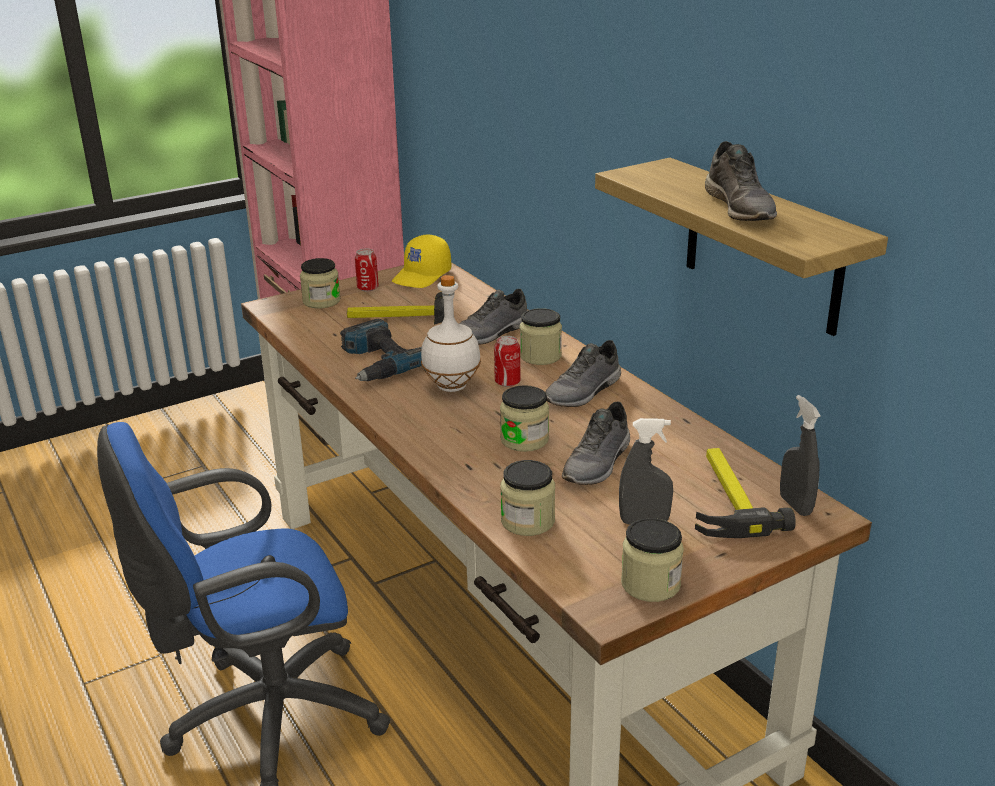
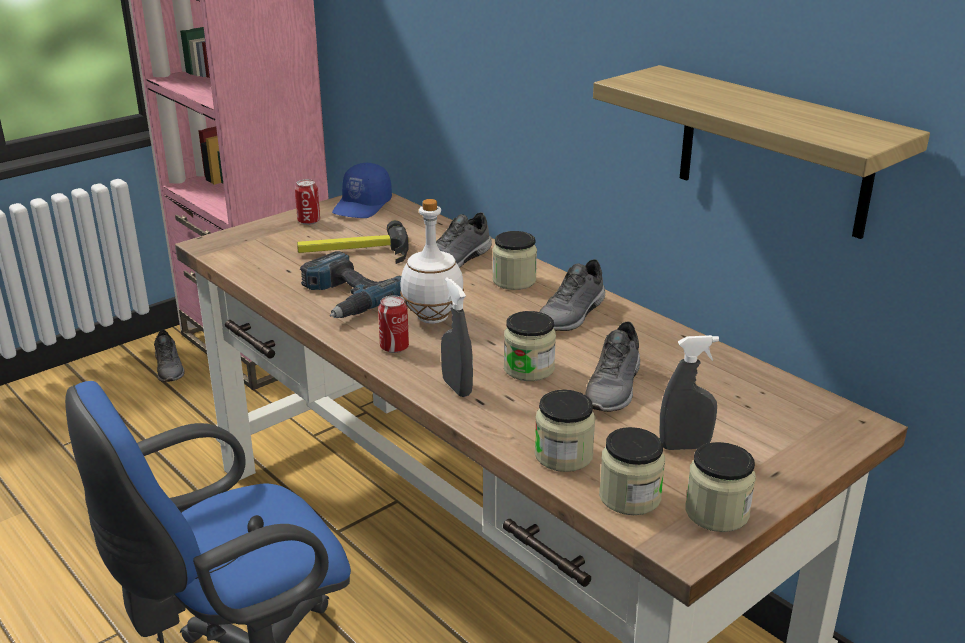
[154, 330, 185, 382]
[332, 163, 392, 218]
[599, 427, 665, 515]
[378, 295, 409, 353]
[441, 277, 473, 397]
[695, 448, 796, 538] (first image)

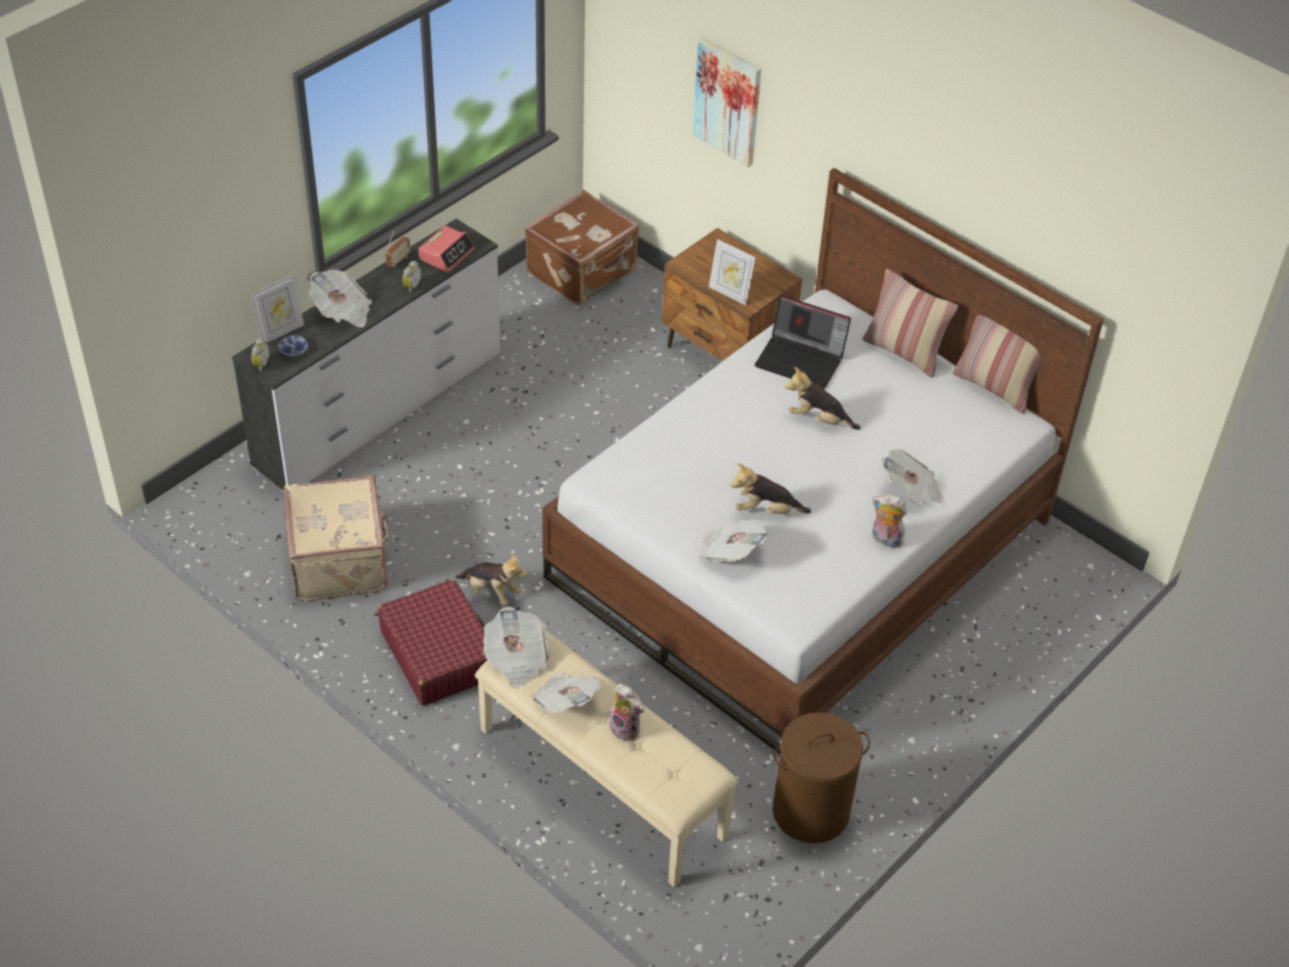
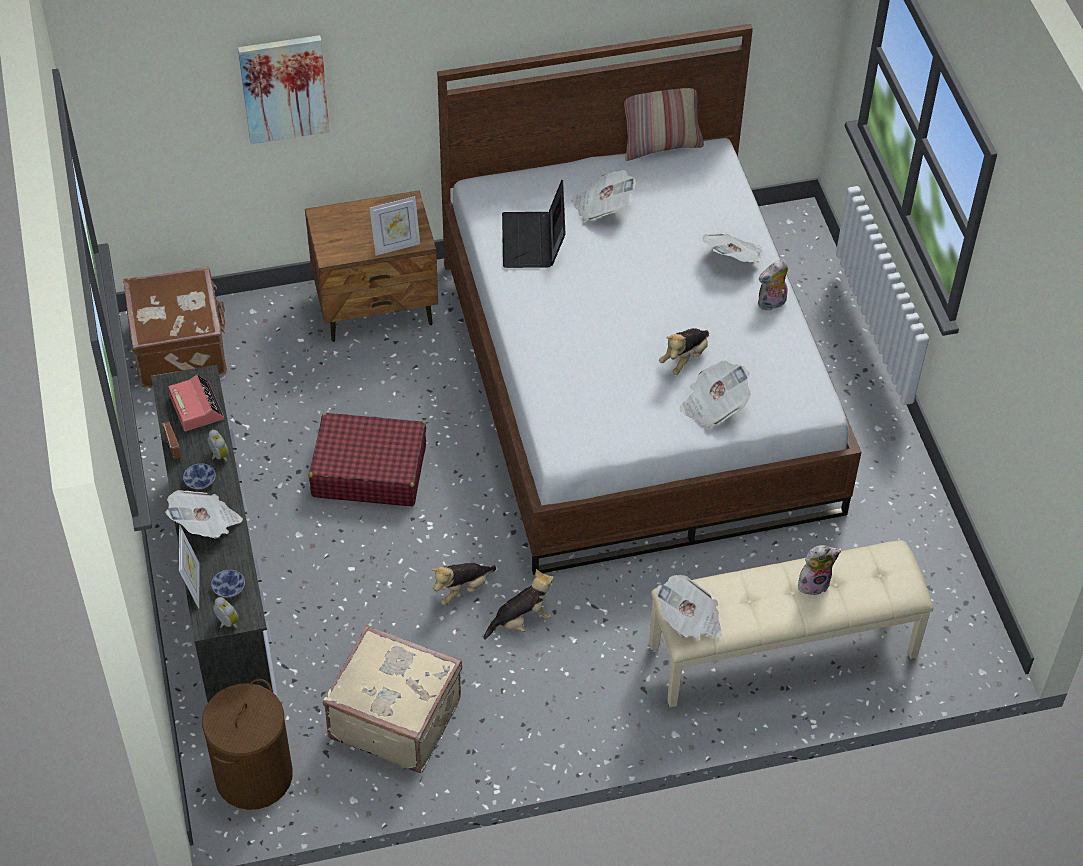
[862, 269, 958, 377] (first image)
[502, 180, 565, 268]
[432, 563, 496, 605]
[309, 413, 426, 506]
[572, 170, 636, 221]
[202, 679, 293, 810]
[183, 463, 216, 489]

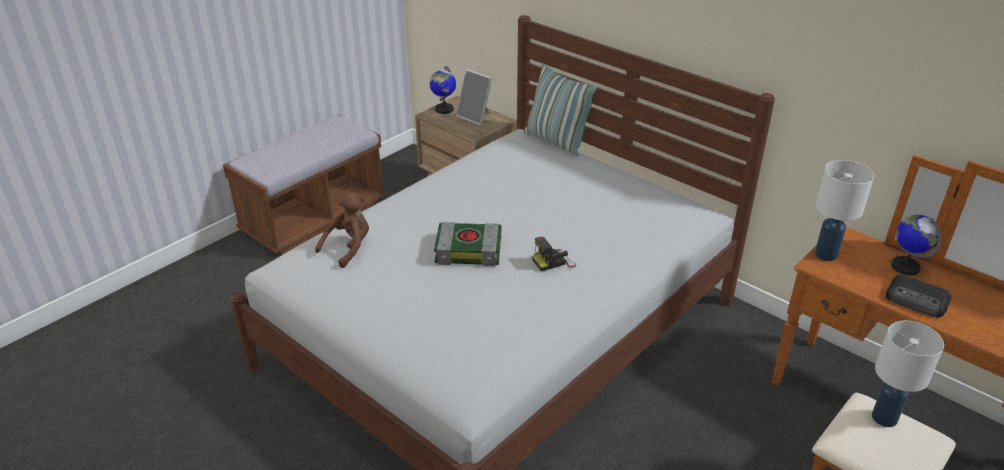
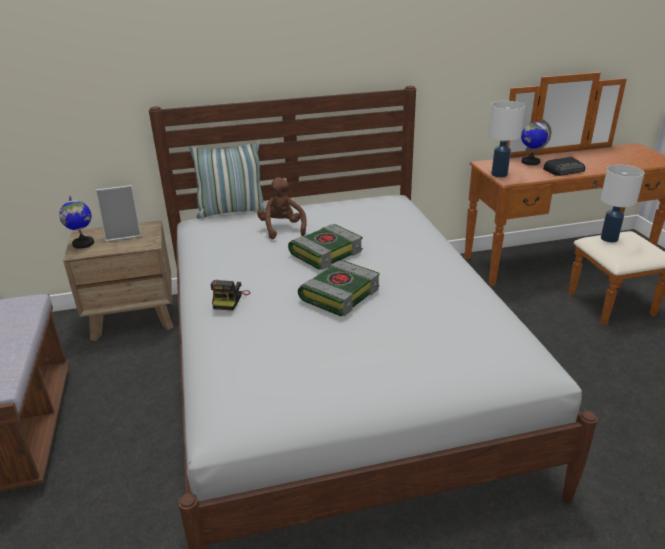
[257, 177, 307, 239]
[211, 280, 251, 311]
[288, 224, 362, 270]

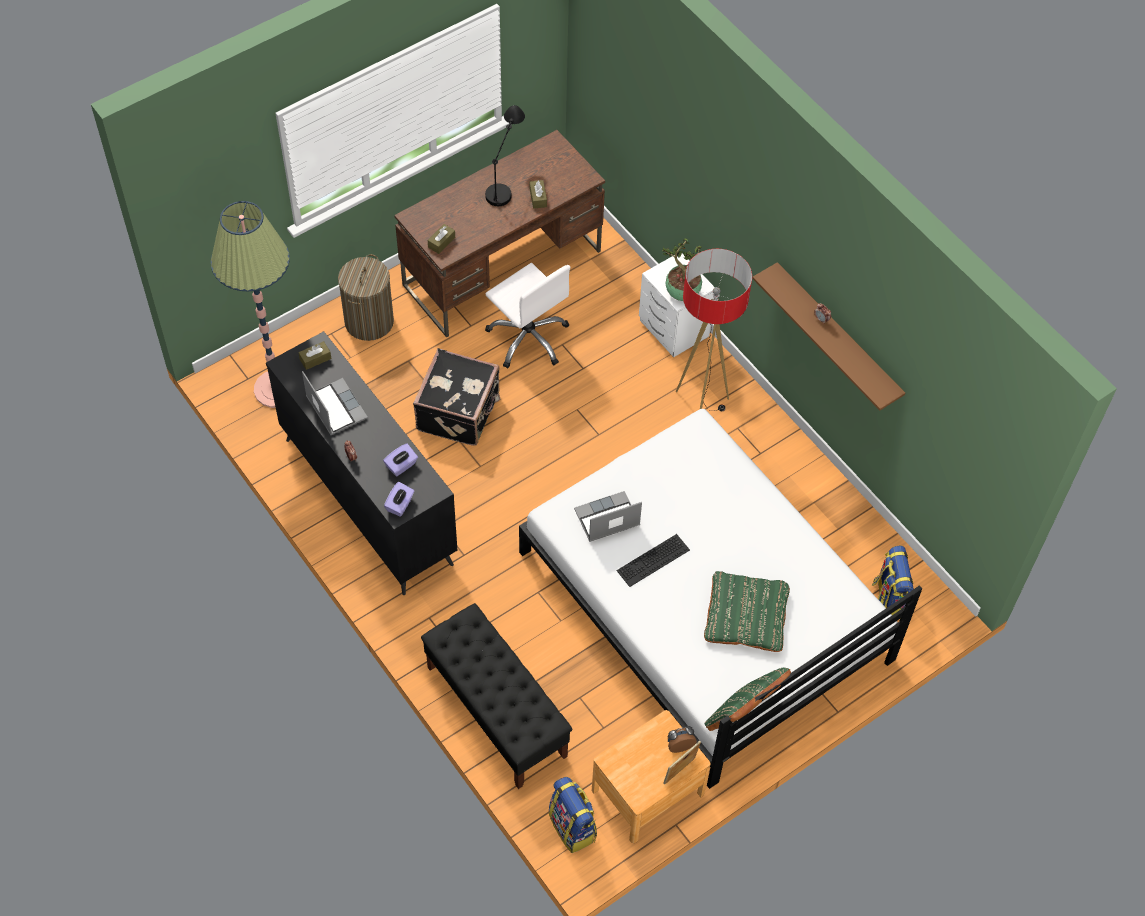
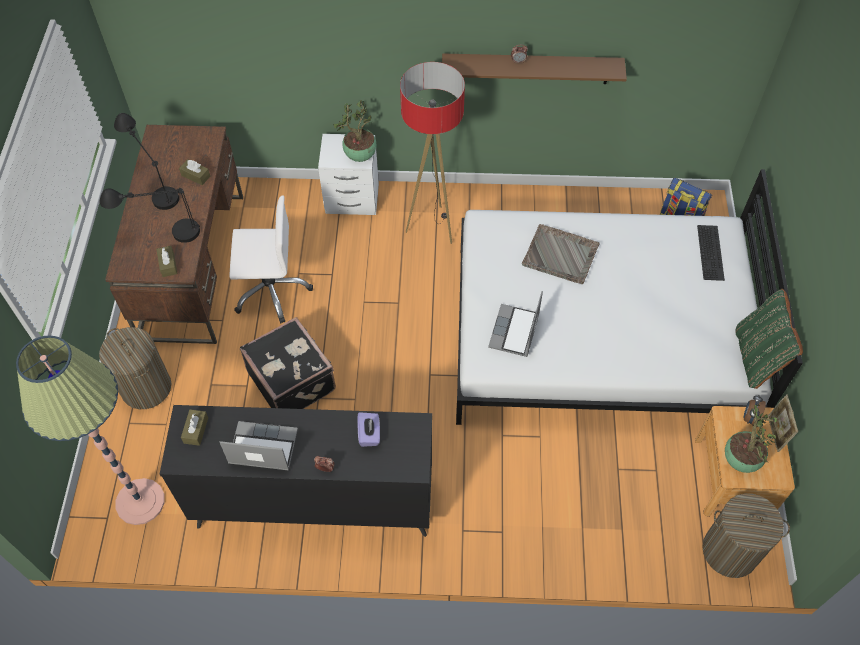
[384, 482, 414, 516] (first image)
[697, 225, 725, 281]
[704, 571, 790, 652] (first image)
[421, 603, 572, 789] (first image)
[702, 494, 790, 578]
[99, 188, 200, 243]
[522, 224, 599, 284]
[725, 404, 777, 473]

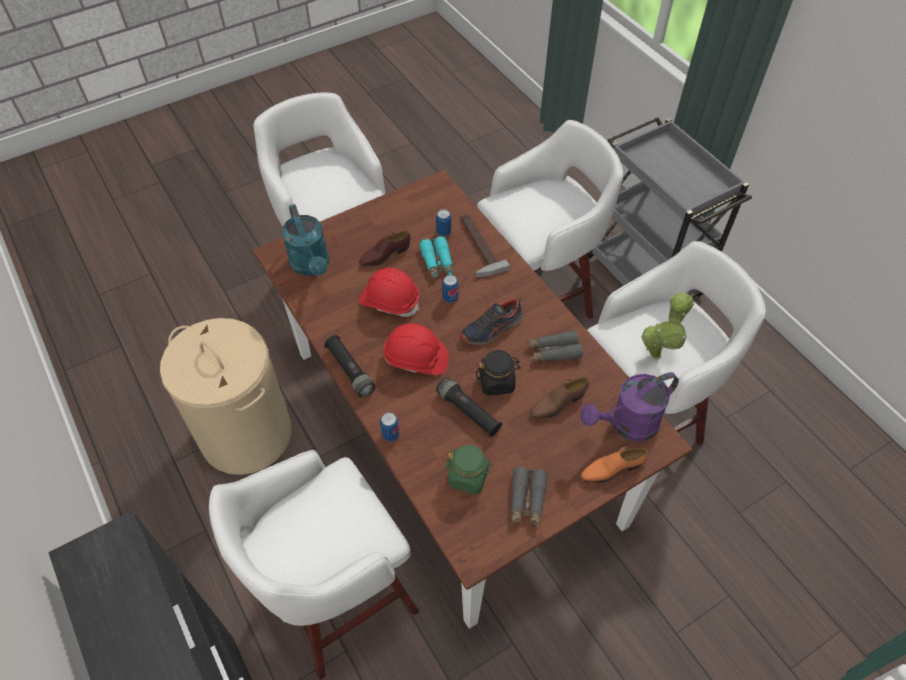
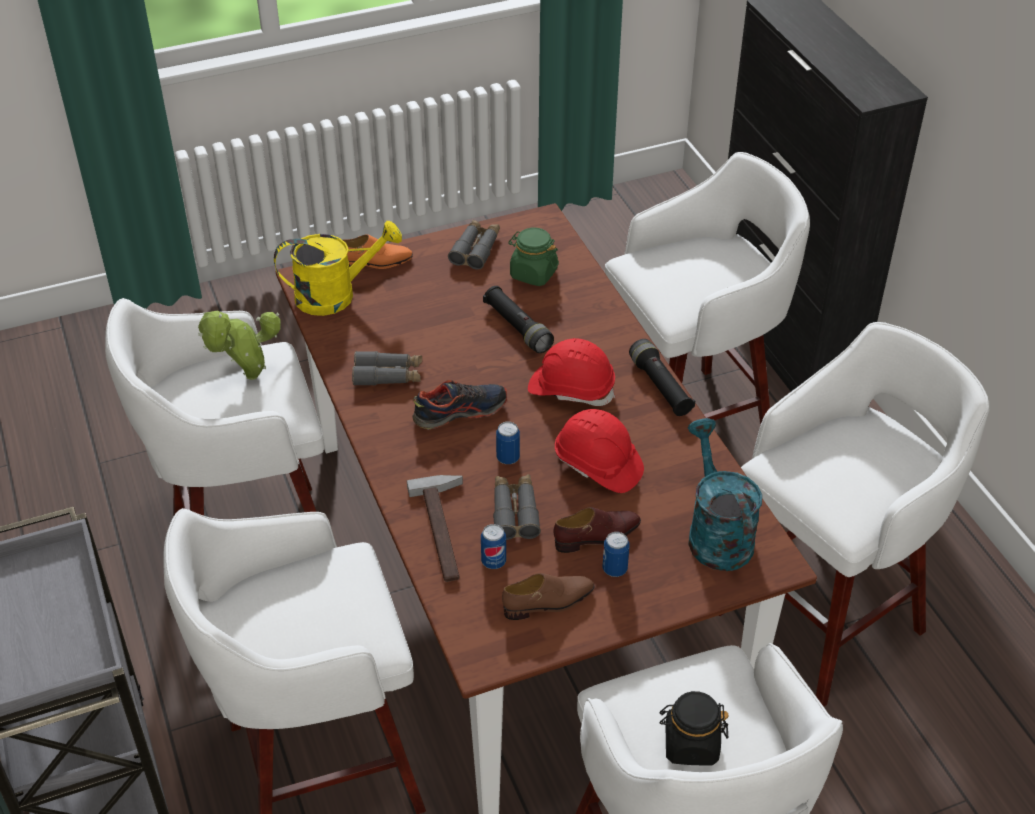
[493, 474, 541, 540]
[719, 322, 989, 707]
[659, 691, 729, 765]
[274, 221, 402, 316]
[502, 573, 595, 620]
[602, 532, 630, 577]

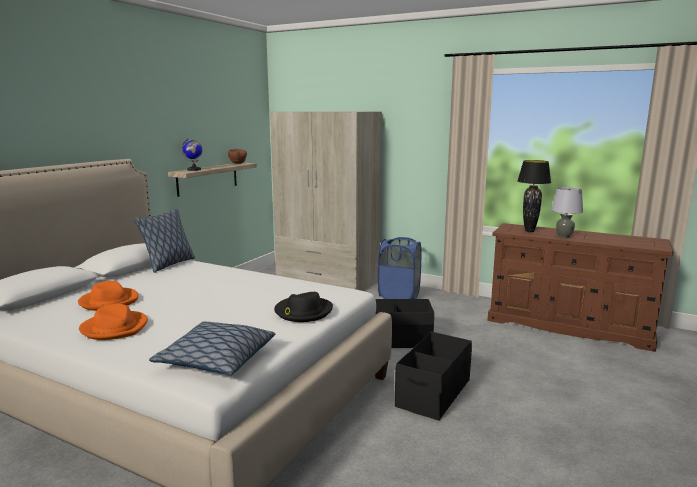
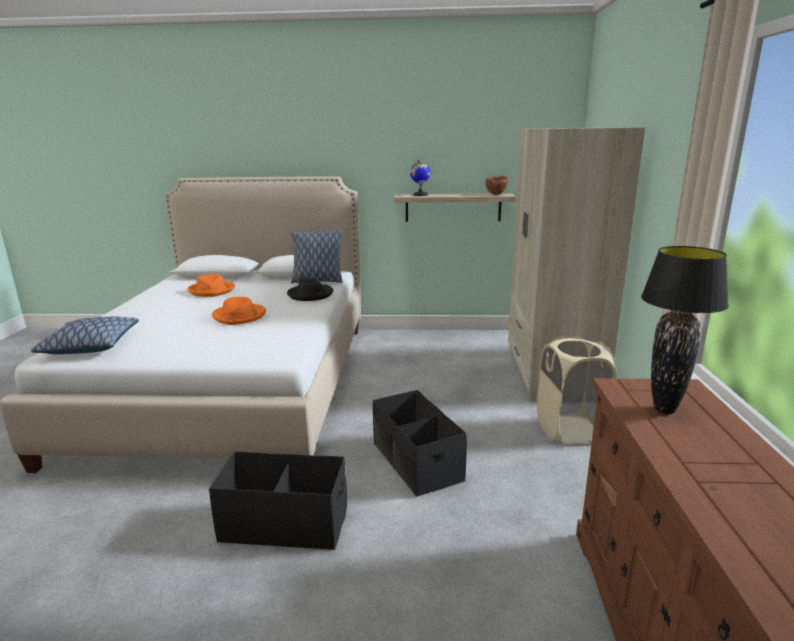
[551, 187, 583, 238] (first image)
[537, 336, 617, 446]
[287, 279, 333, 301]
[212, 297, 266, 325]

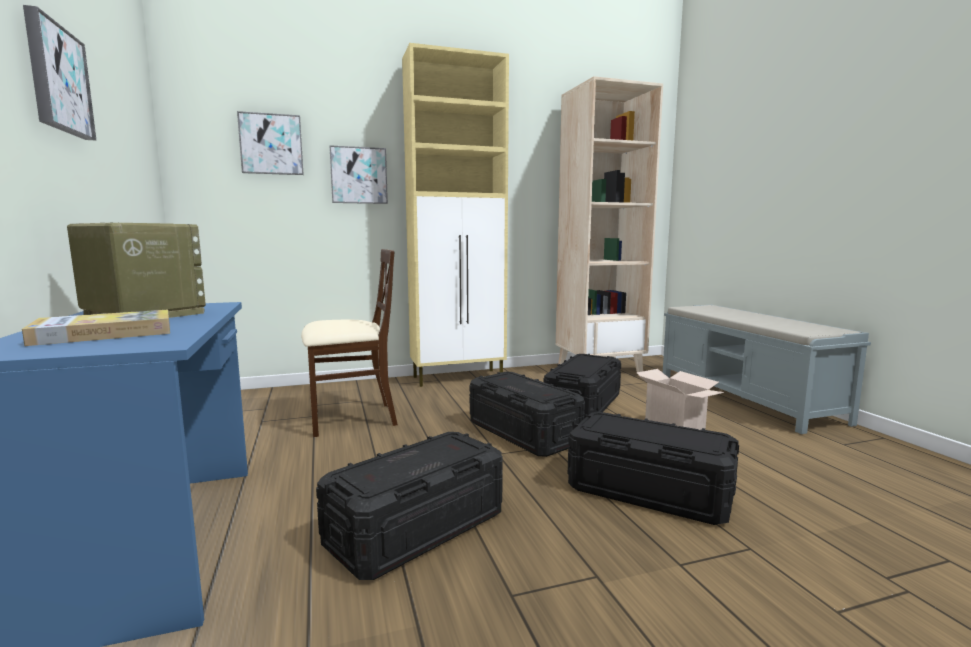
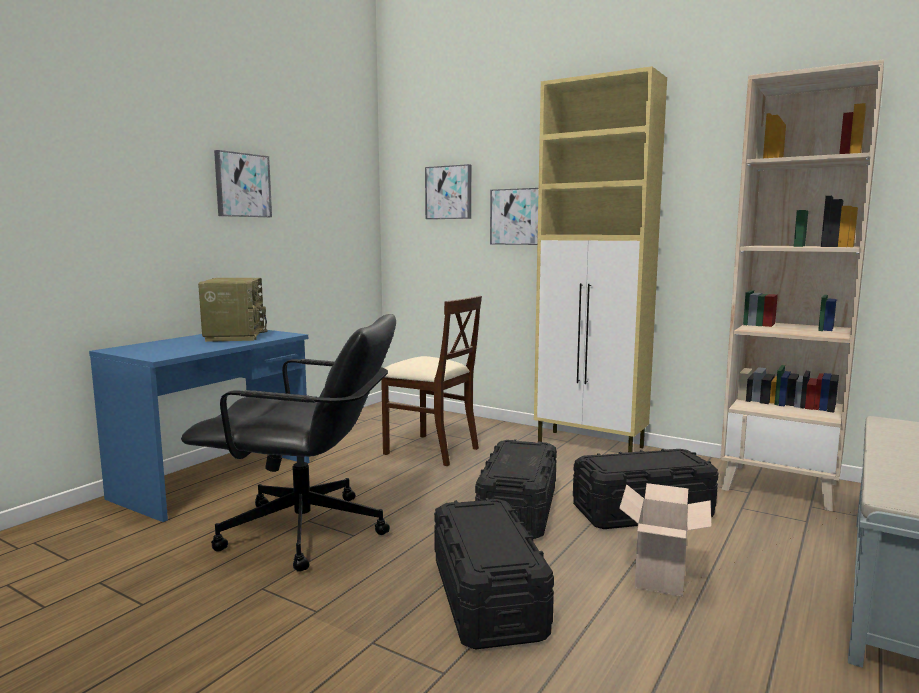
[22, 310, 170, 346] (first image)
[181, 314, 396, 572]

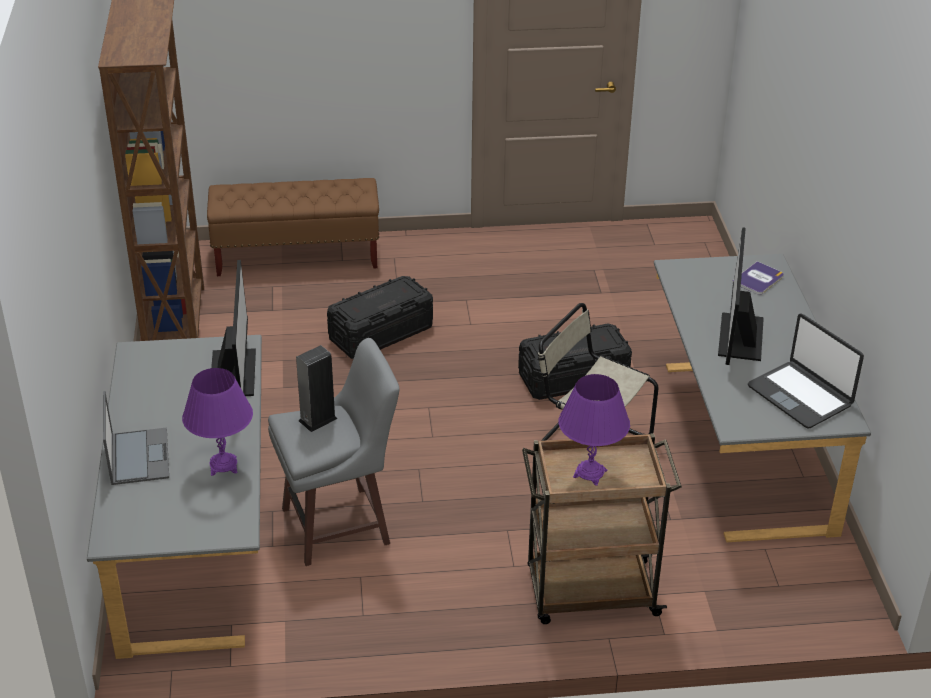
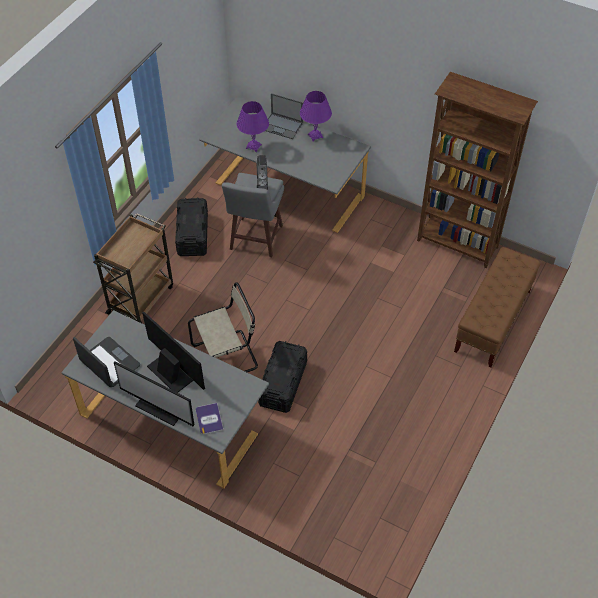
[114, 361, 194, 426]
[175, 197, 208, 256]
[73, 337, 141, 387]
[300, 91, 332, 142]

